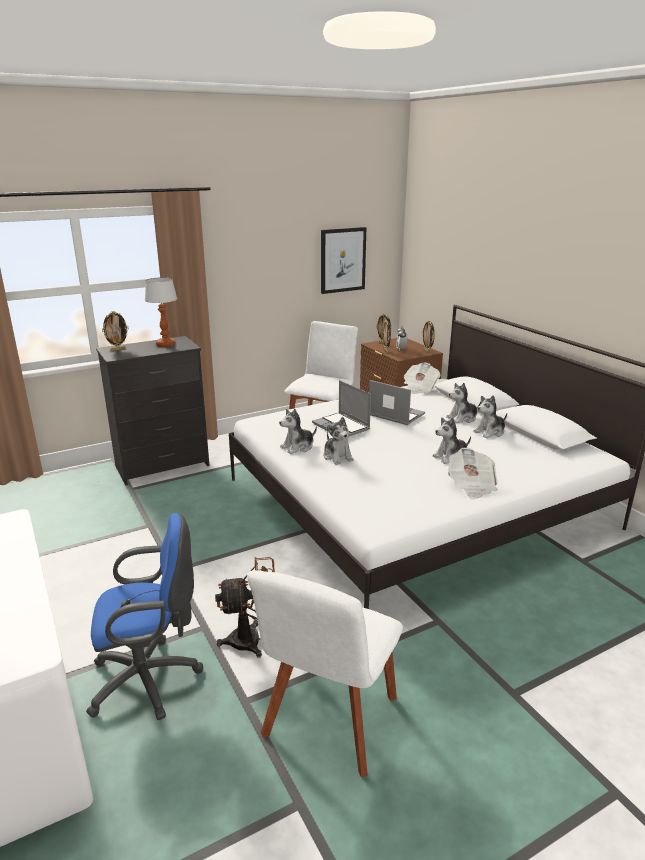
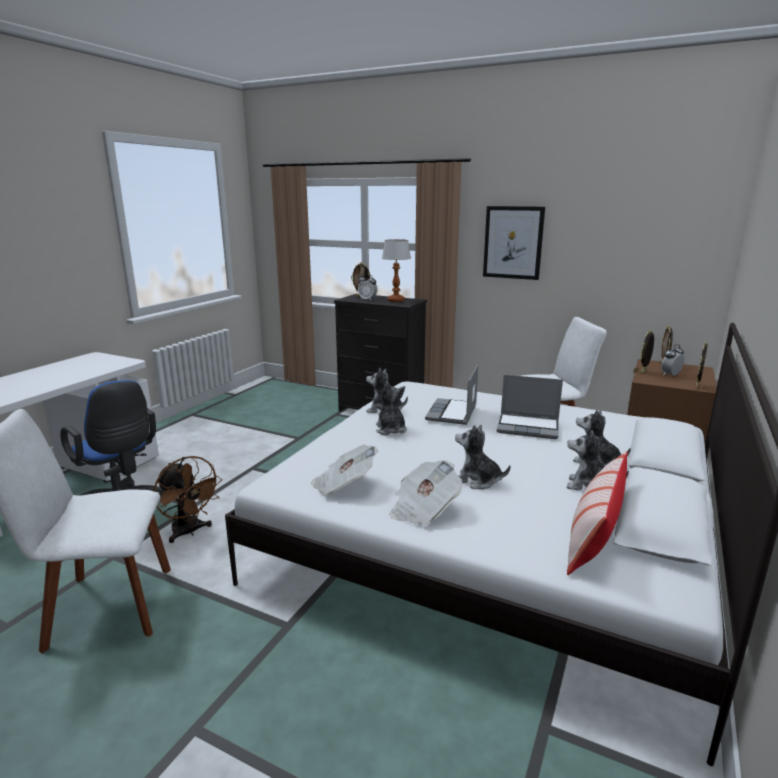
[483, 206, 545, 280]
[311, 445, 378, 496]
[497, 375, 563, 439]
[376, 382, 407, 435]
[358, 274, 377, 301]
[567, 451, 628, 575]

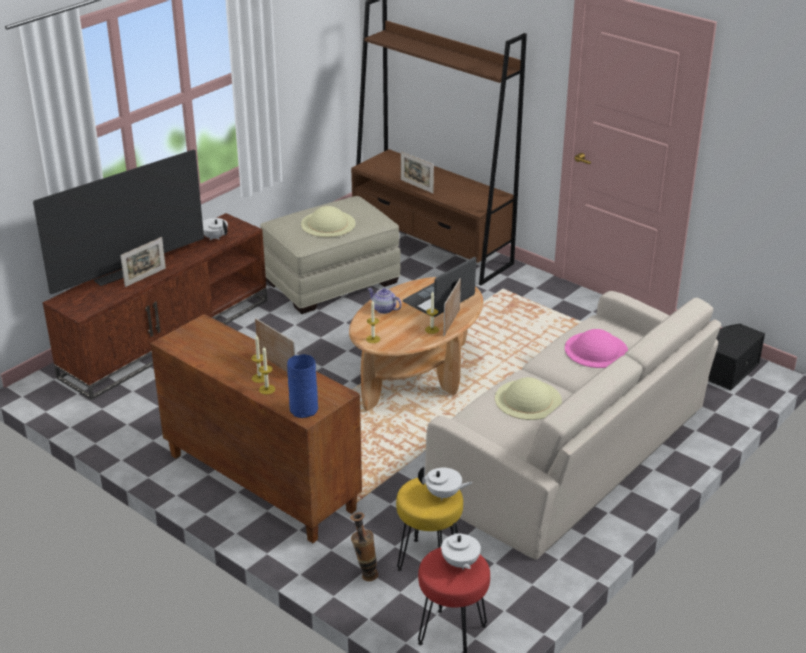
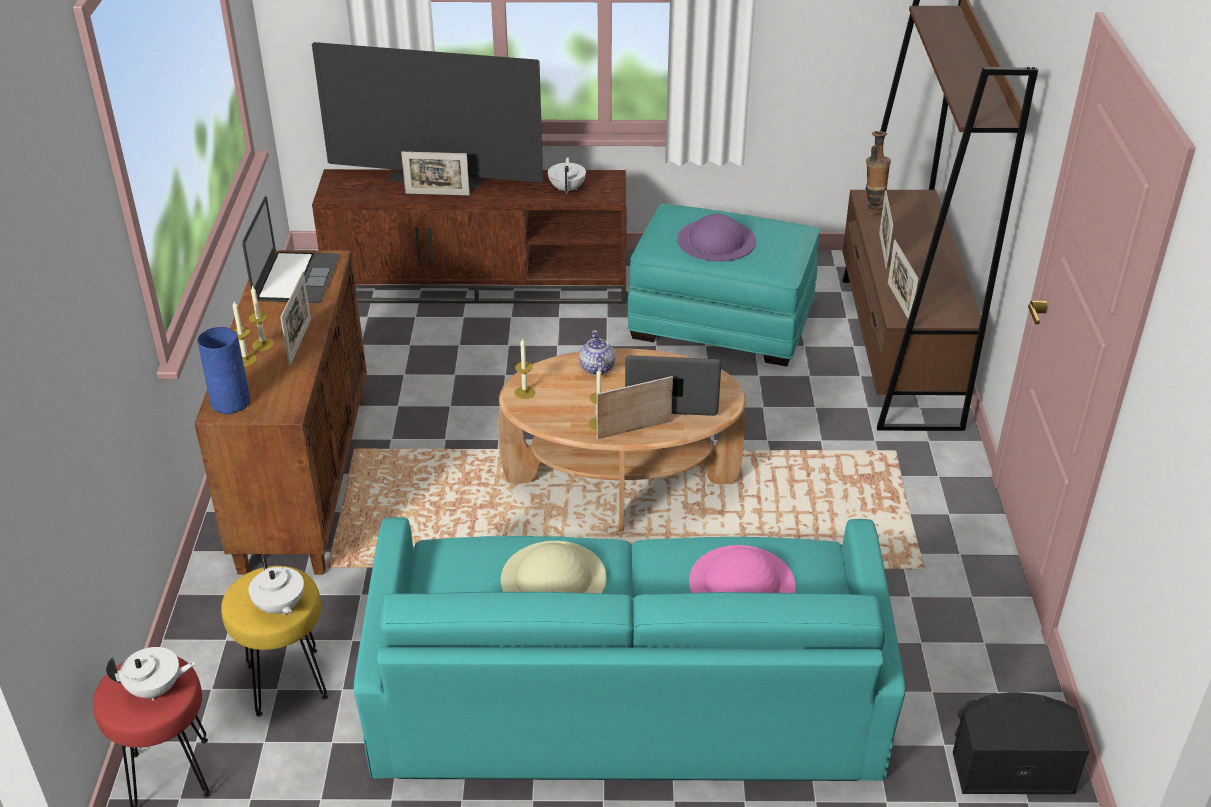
[627, 204, 819, 366]
[677, 214, 756, 261]
[354, 517, 906, 781]
[866, 131, 891, 214]
[106, 647, 196, 701]
[242, 196, 340, 303]
[888, 240, 919, 319]

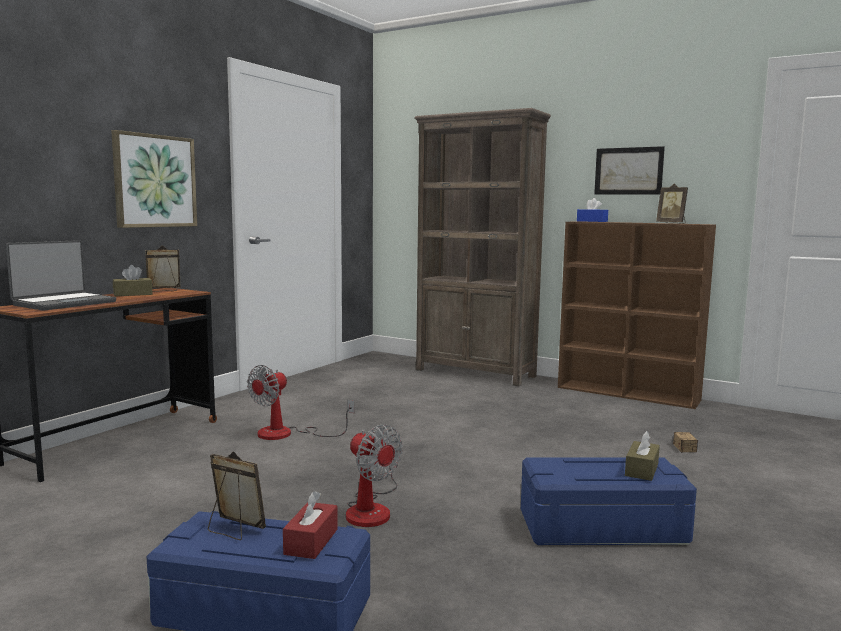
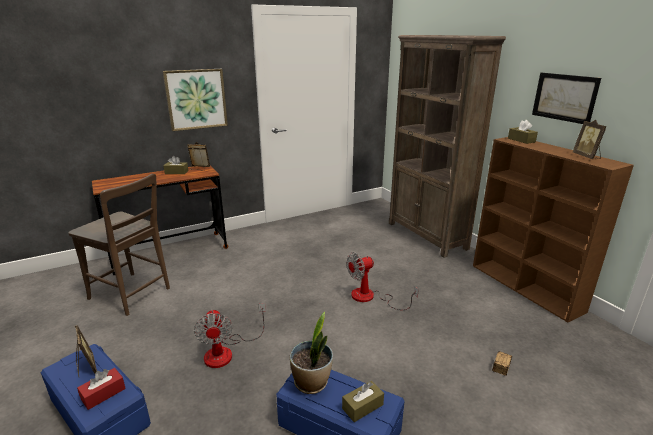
[508, 120, 538, 144]
[6, 240, 116, 311] (first image)
[347, 252, 419, 310]
[68, 174, 170, 316]
[290, 312, 333, 394]

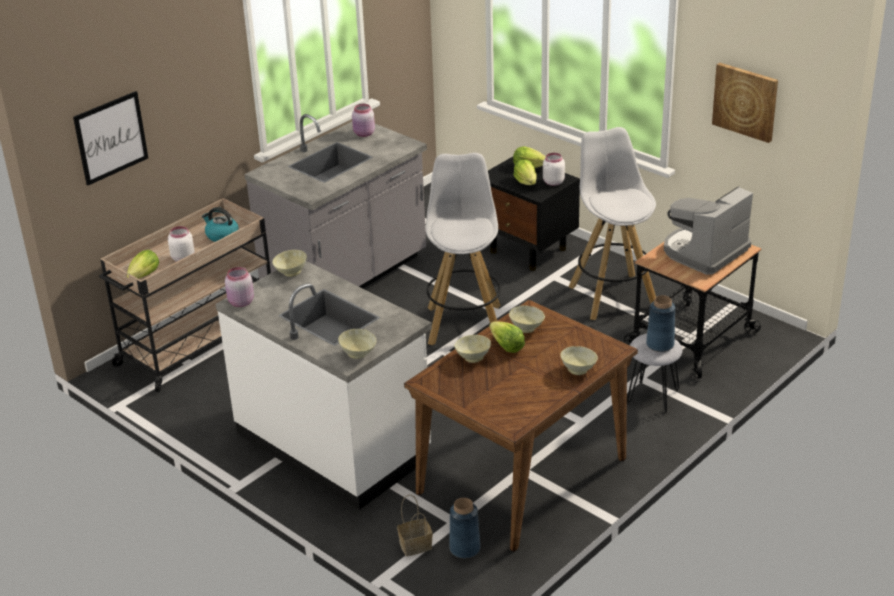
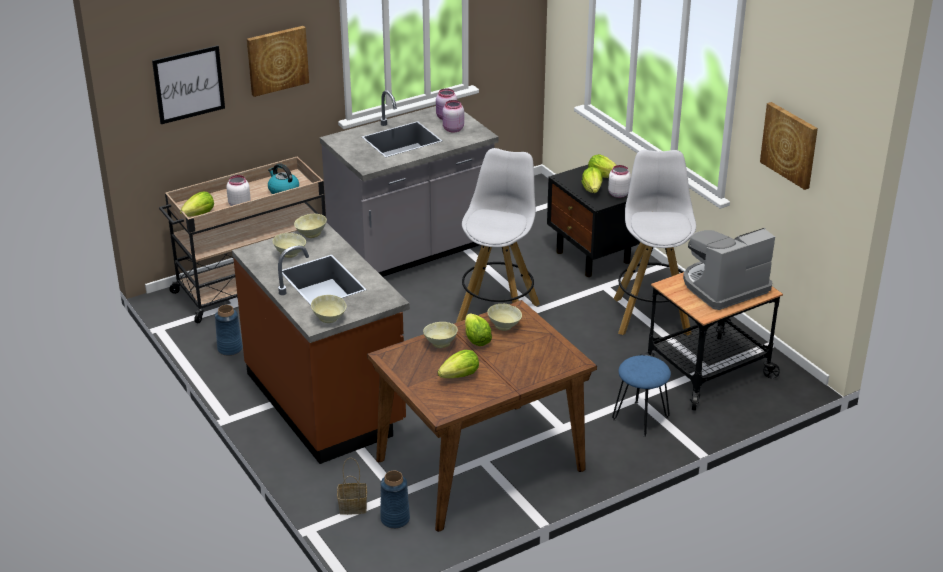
[232, 222, 410, 464]
[443, 100, 464, 132]
[215, 305, 243, 356]
[612, 355, 671, 437]
[272, 233, 306, 258]
[247, 26, 309, 97]
[438, 350, 479, 378]

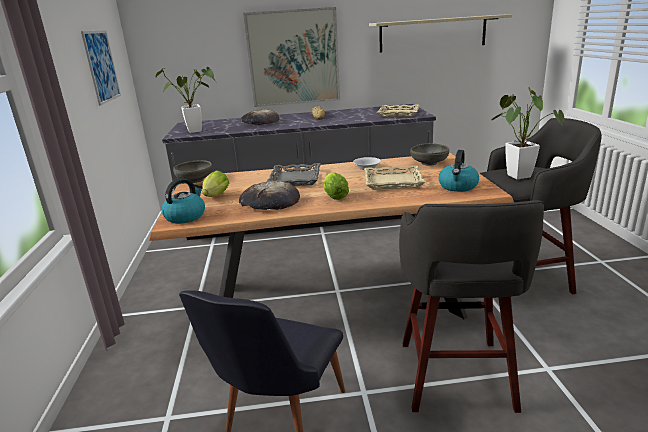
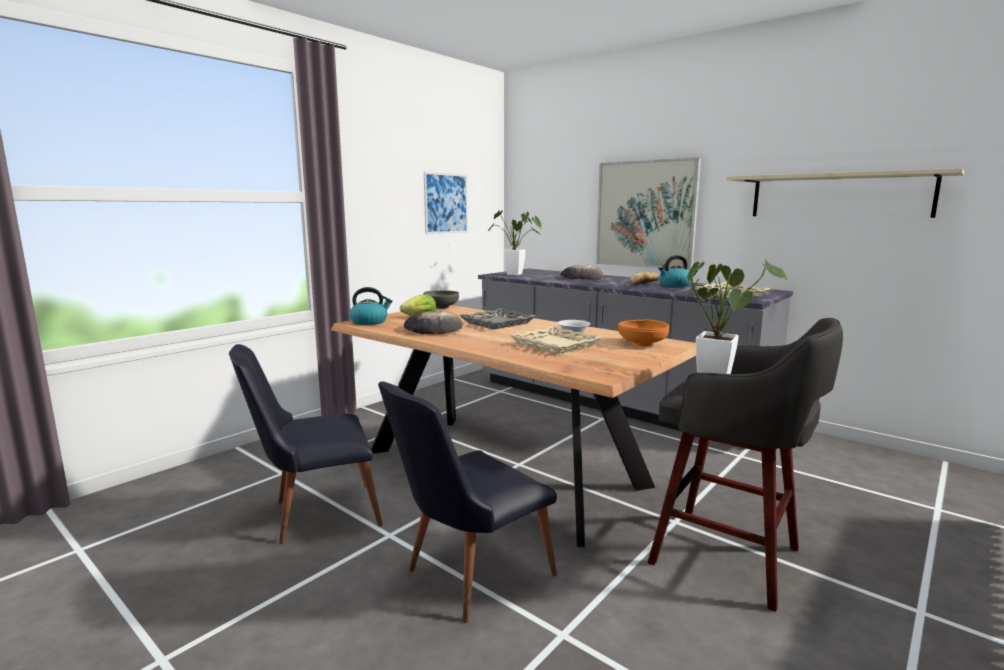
[618, 320, 669, 346]
[658, 255, 691, 287]
[324, 172, 349, 200] (first image)
[378, 381, 557, 623]

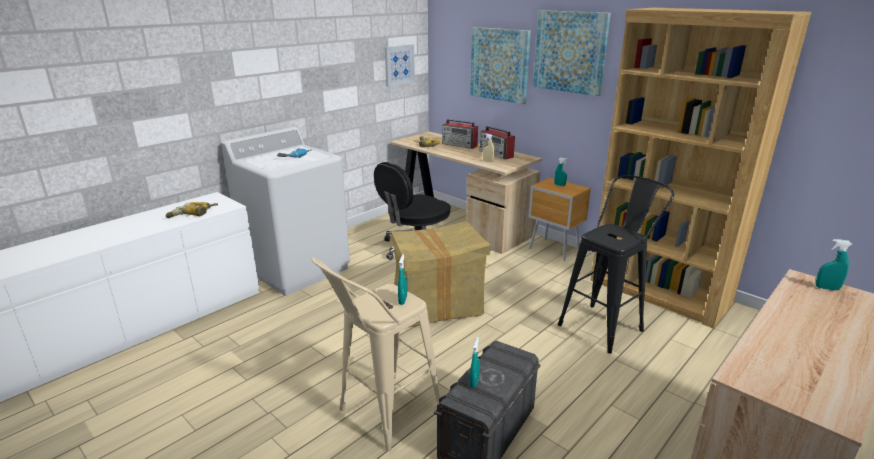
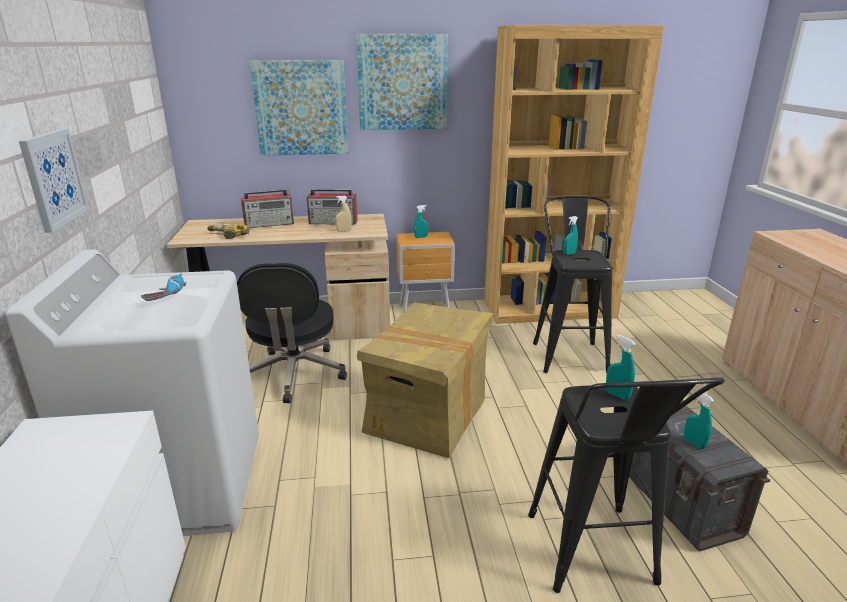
[19, 128, 89, 233]
[166, 202, 218, 218] (first image)
[563, 216, 578, 255]
[528, 377, 725, 593]

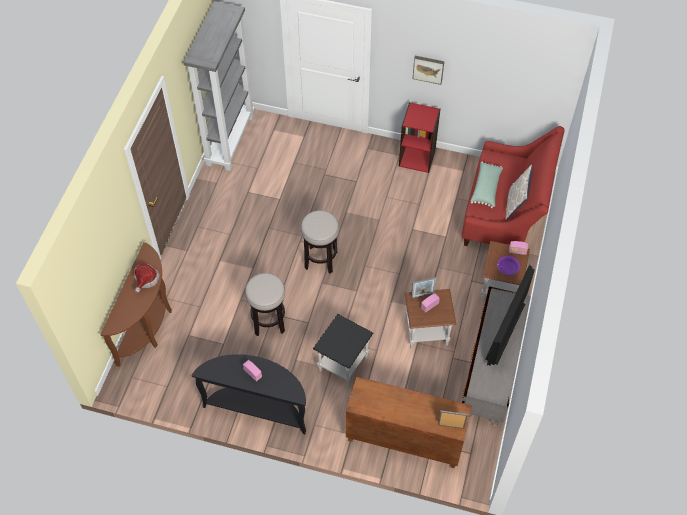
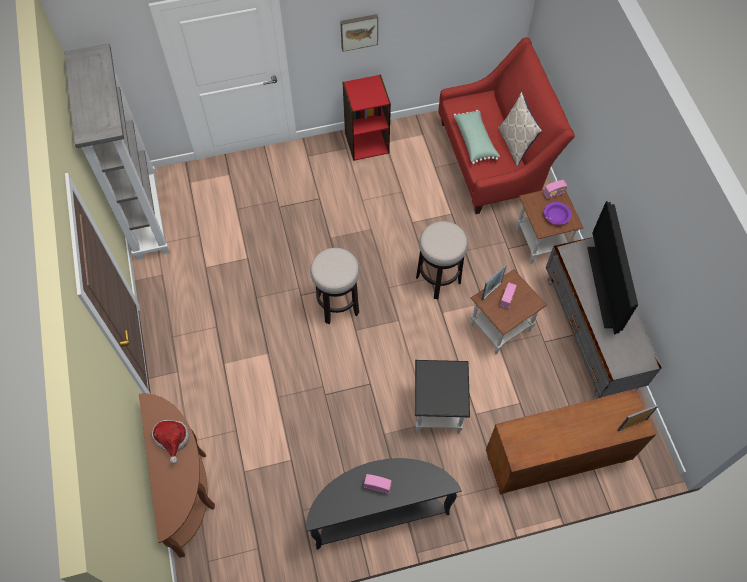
[416, 221, 468, 299]

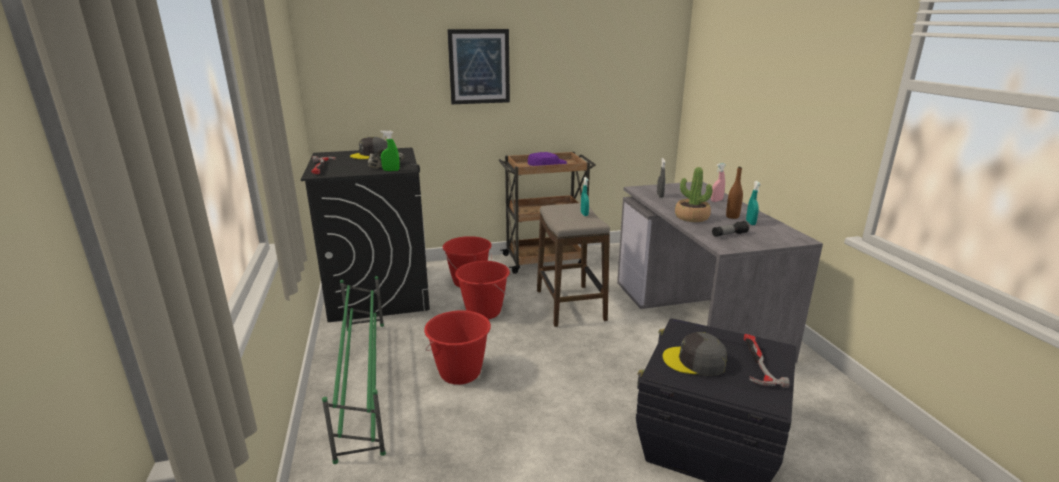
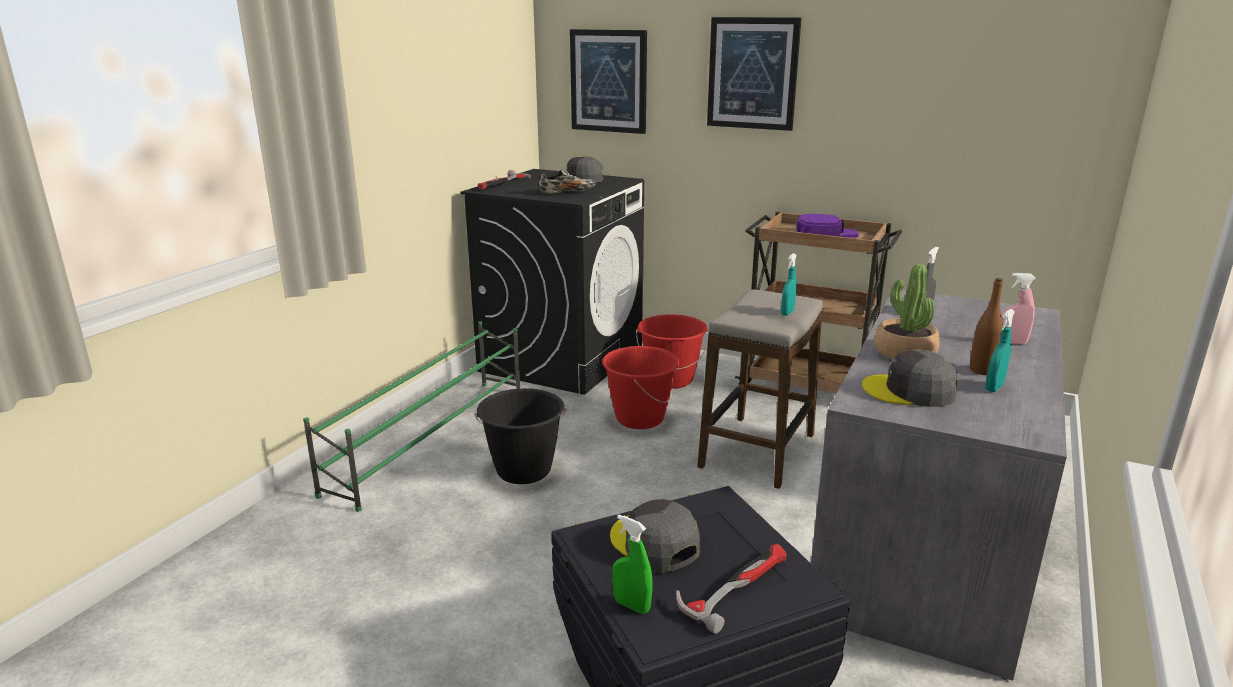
[612, 515, 653, 614]
[862, 350, 958, 407]
[475, 388, 566, 484]
[570, 29, 647, 134]

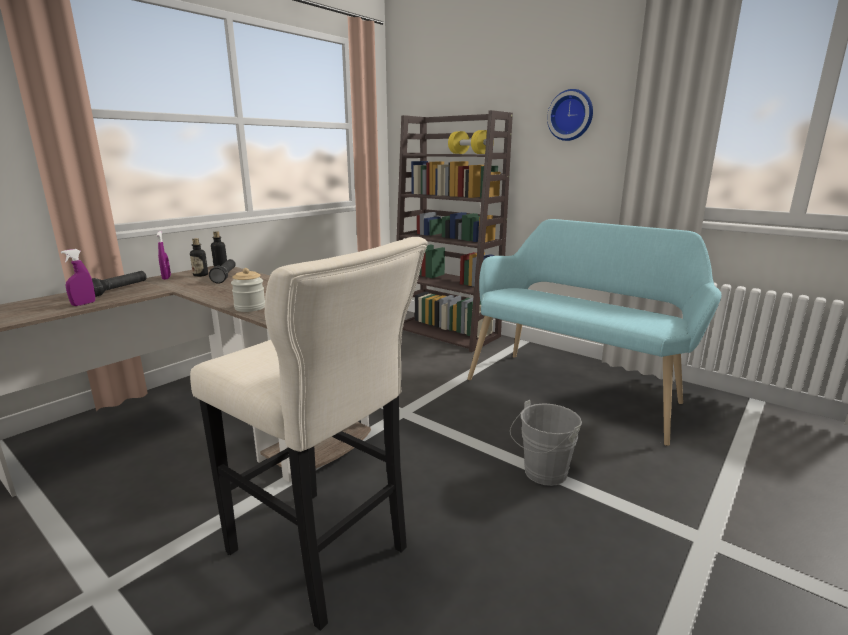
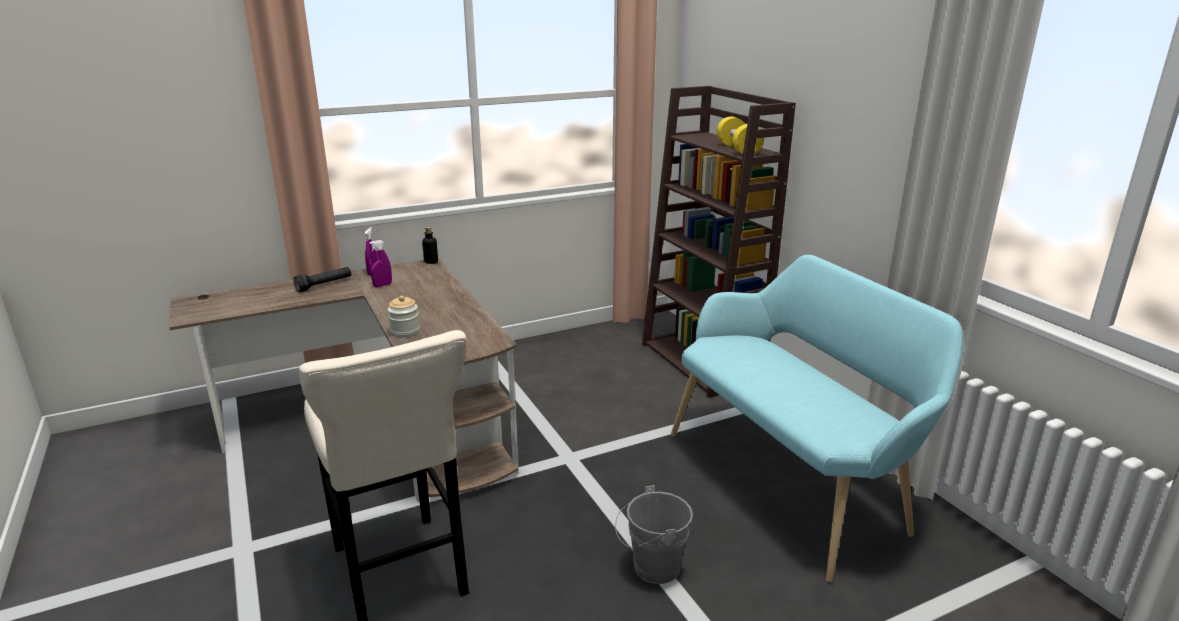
[547, 89, 593, 141] (first image)
[190, 238, 208, 277] (first image)
[370, 240, 392, 287]
[209, 259, 236, 284] (first image)

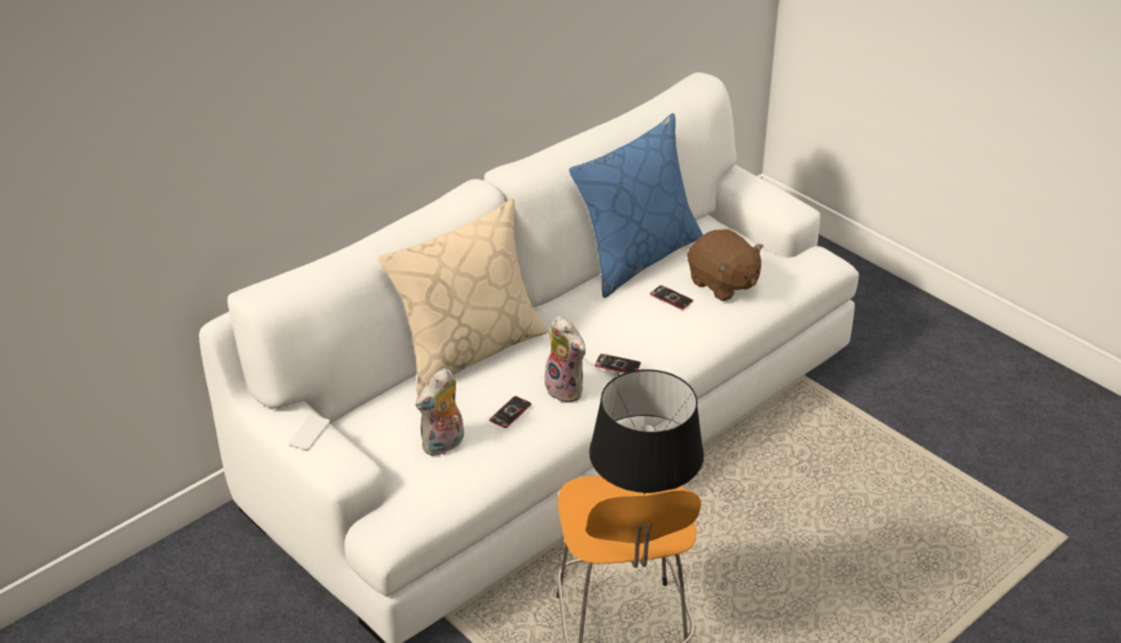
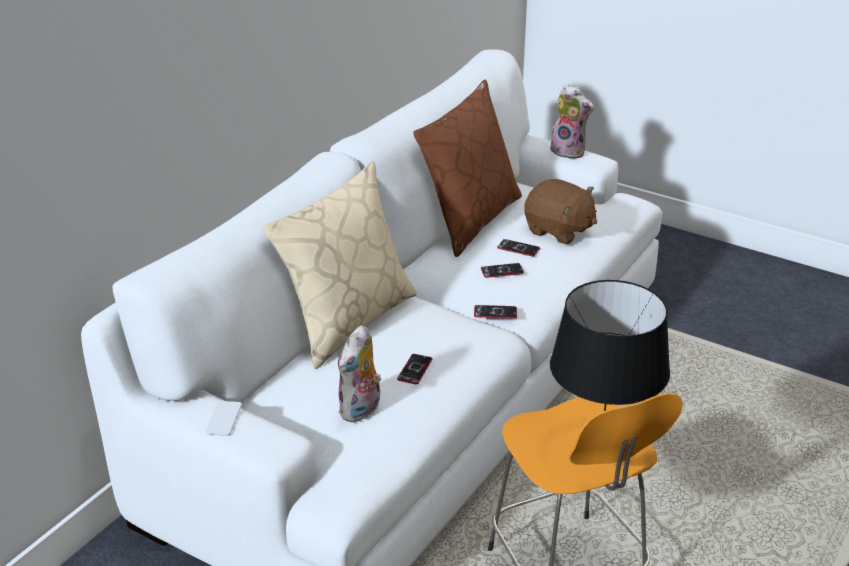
[413, 79, 522, 257]
[550, 84, 594, 159]
[481, 263, 524, 278]

